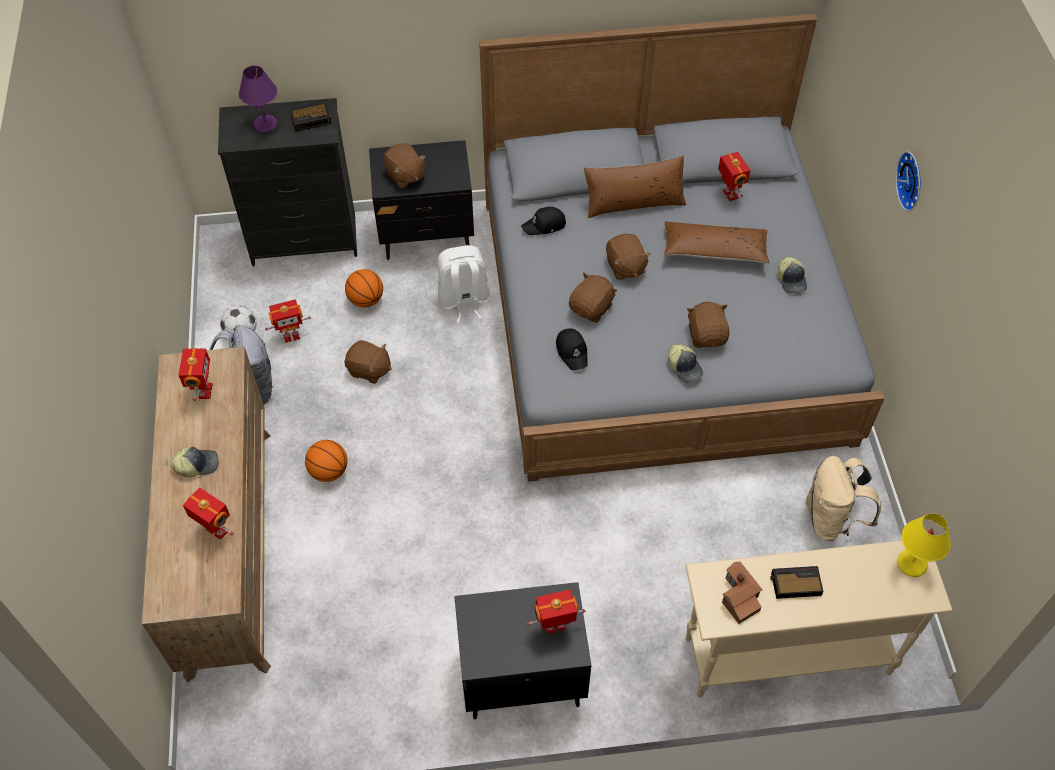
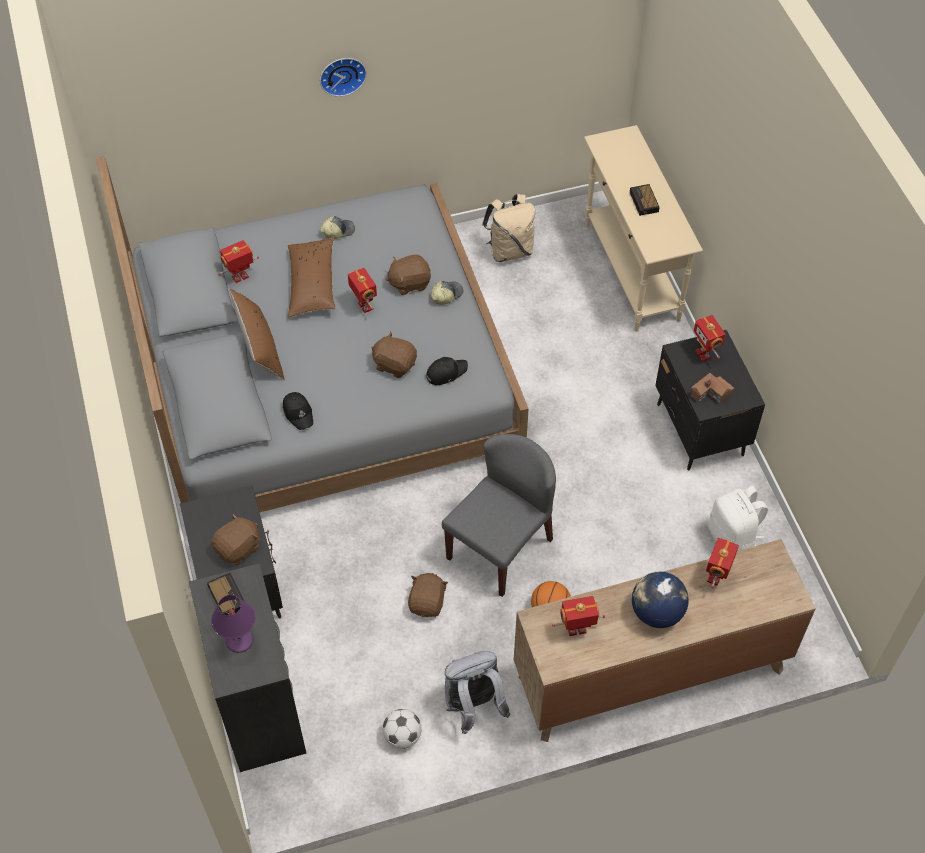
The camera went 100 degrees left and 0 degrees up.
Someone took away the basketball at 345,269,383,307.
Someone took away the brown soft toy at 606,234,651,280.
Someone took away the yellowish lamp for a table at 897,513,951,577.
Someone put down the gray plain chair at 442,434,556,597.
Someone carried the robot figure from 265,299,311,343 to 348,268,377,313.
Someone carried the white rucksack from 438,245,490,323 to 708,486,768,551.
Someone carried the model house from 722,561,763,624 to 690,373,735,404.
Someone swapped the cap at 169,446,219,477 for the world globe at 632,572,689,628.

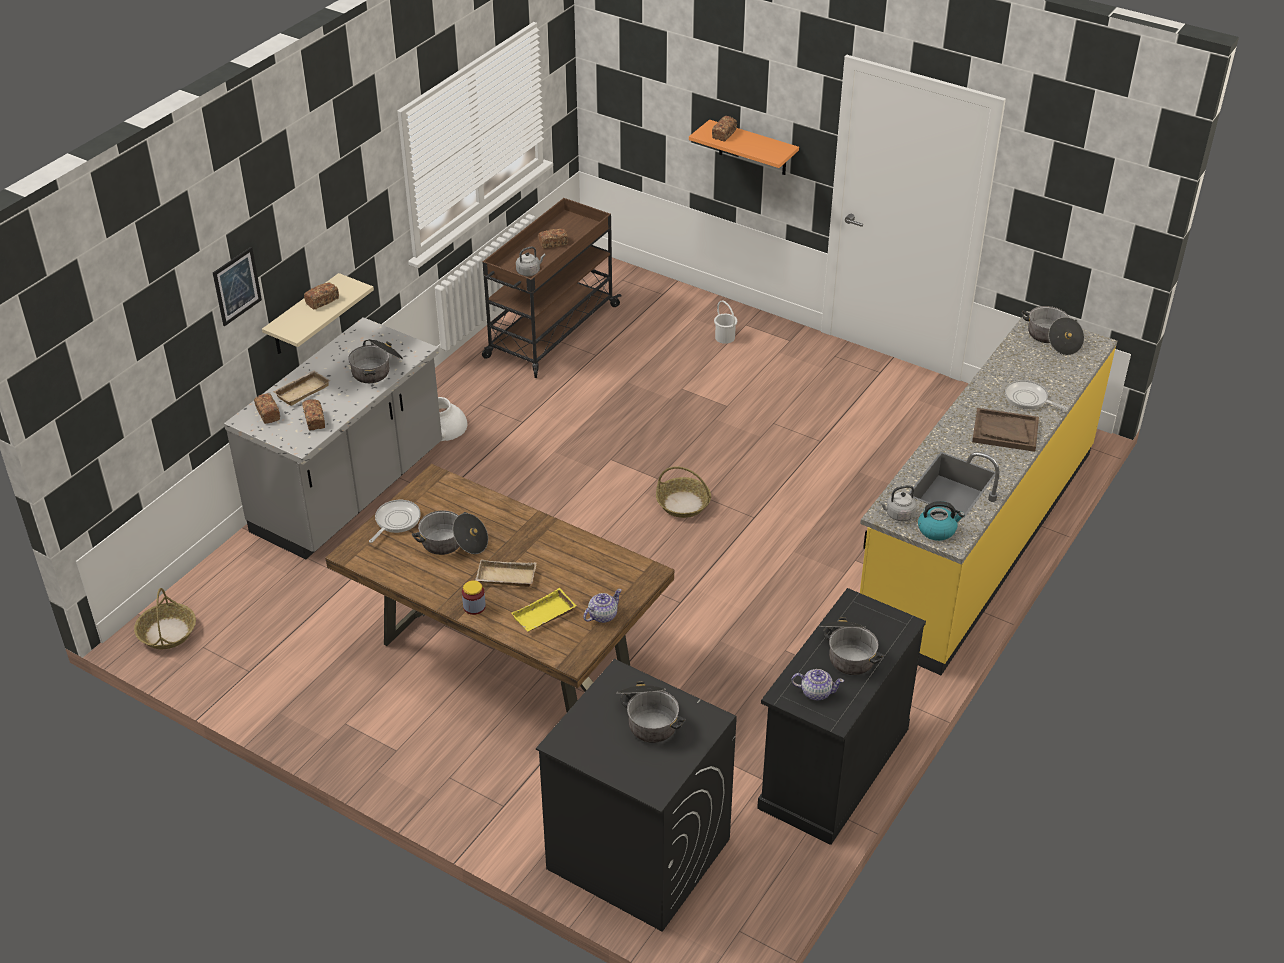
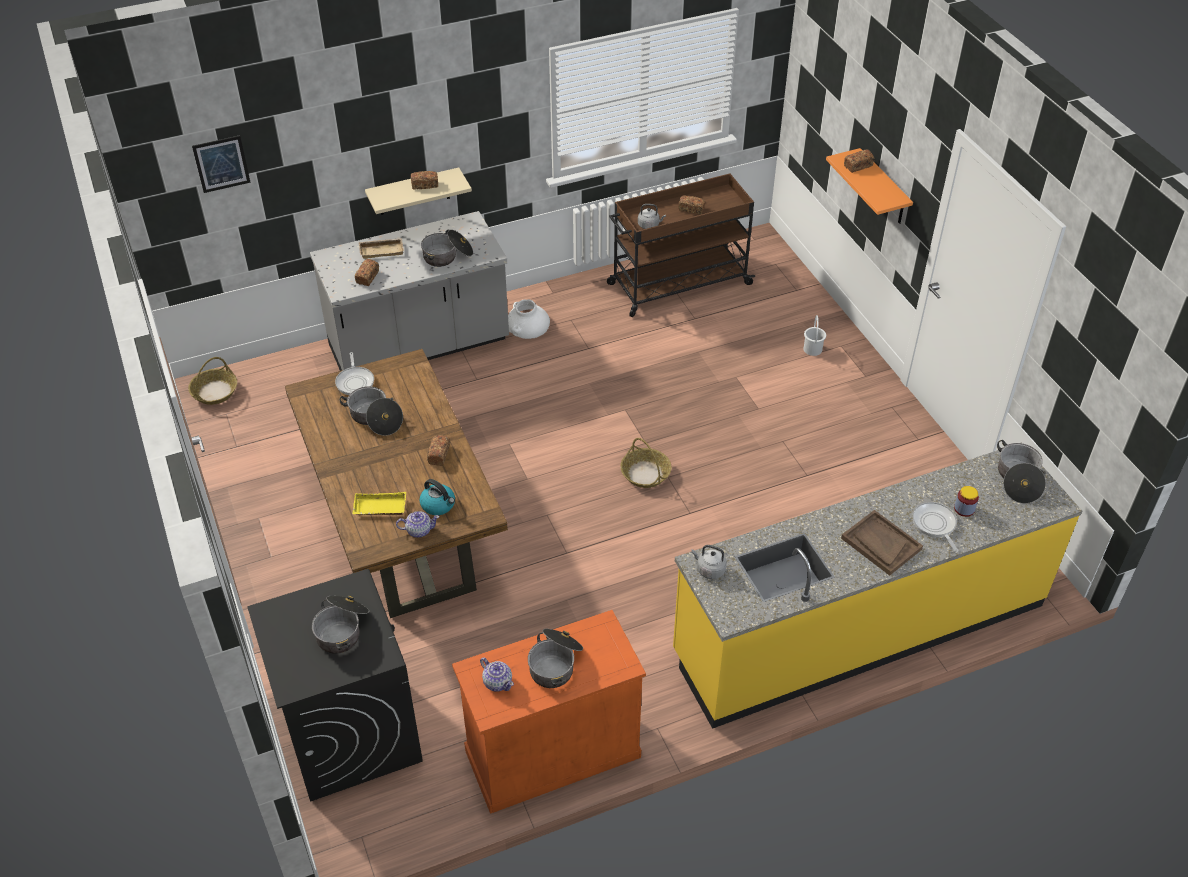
The camera went 35 degrees right and 5 degrees up.
Someone took away the beige-coloured carrying tray at 475,560,537,587.
Someone carried the wall picture from 213,247,262,326 to 192,135,251,193.
Someone carried the bakery bread from 254,393,280,424 to 427,435,450,466.
Someone carried the storage jar from 462,580,486,615 to 954,486,979,517.
Someone carried the tea kettle from 918,501,965,541 to 420,479,455,515.
Someone repainted the black-coloured cupboard at 757,588,926,845, which became the orange-coloured cupboard at 452,610,646,814.
Someone rotated the frying pan at 369,500,421,543 by 105 degrees clockwise.

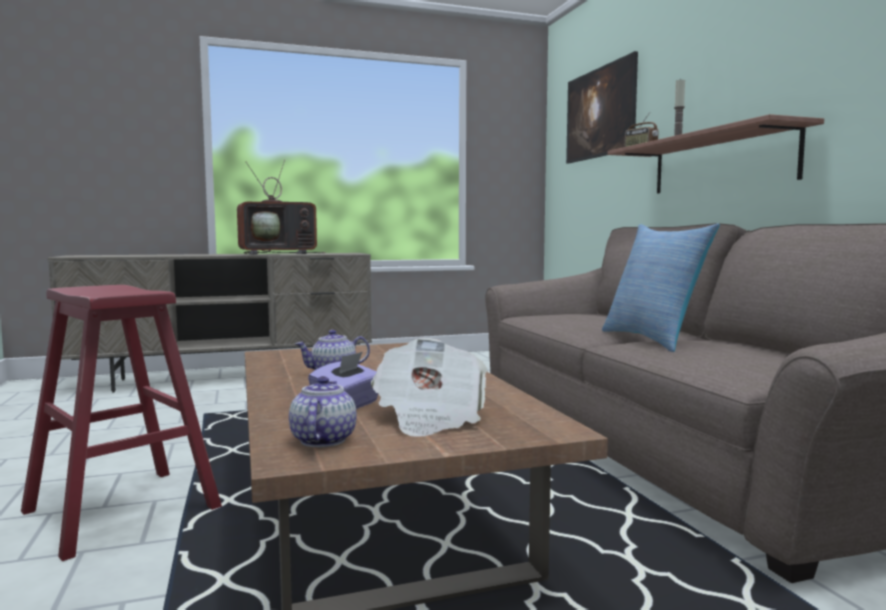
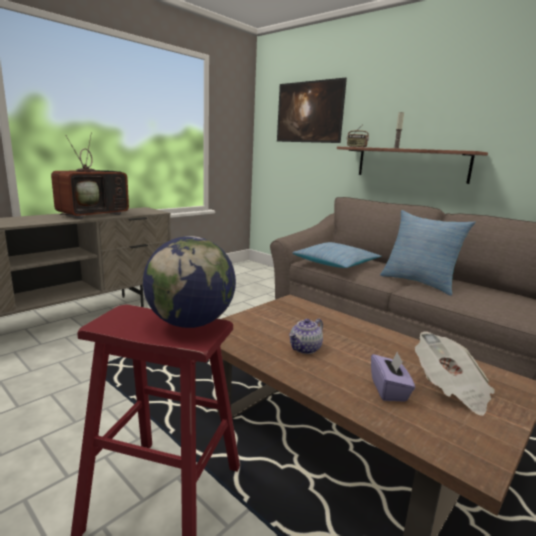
The camera went 30 degrees left and 10 degrees up.
Someone took away the tea pot at 289,376,357,447.
Someone put down the world globe at 143,236,236,328.
Someone put down the throw pillow at 292,242,381,268.

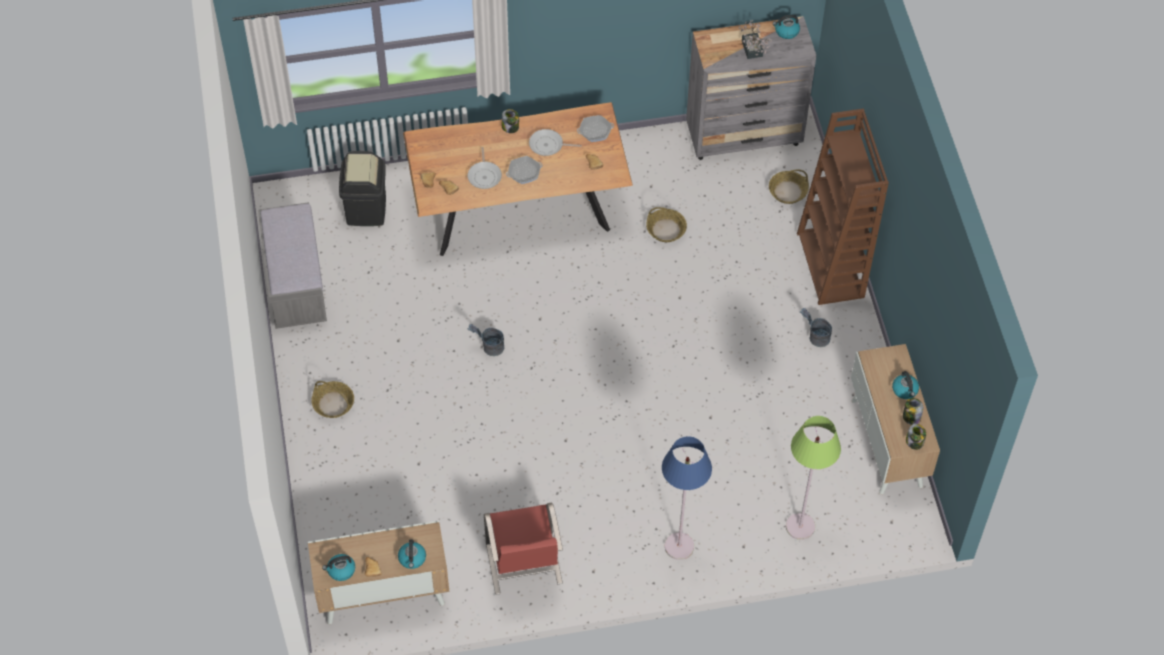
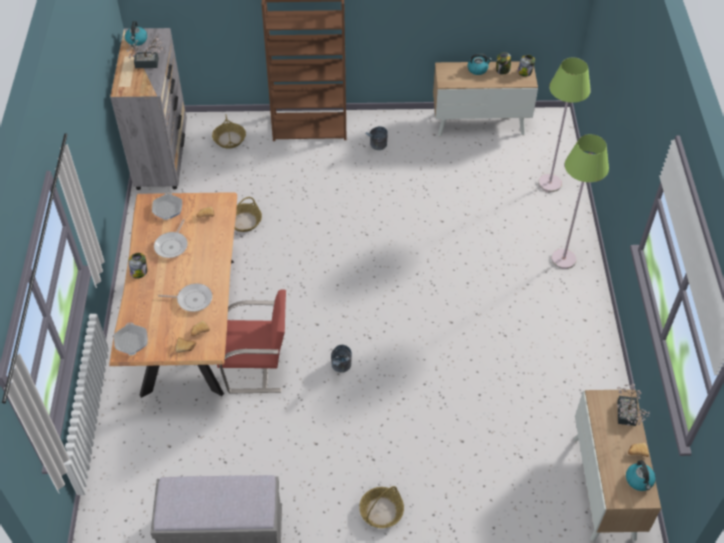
The camera went 80 degrees left and 5 degrees down.
Someone took away the black-coloured rubbish bin at 339,151,386,226.
Someone carried the red-coloured plain chair from 484,503,563,595 to 217,289,286,394.
Someone carried the frying pan from 506,156,543,184 to 114,323,148,356.
Someone swapped the tea kettle at 398,539,426,569 for the plant in a pot at 617,384,650,426.
Someone repainted the blue standing lamp at 662,436,712,560, which became the green standing lamp at 551,134,609,269.

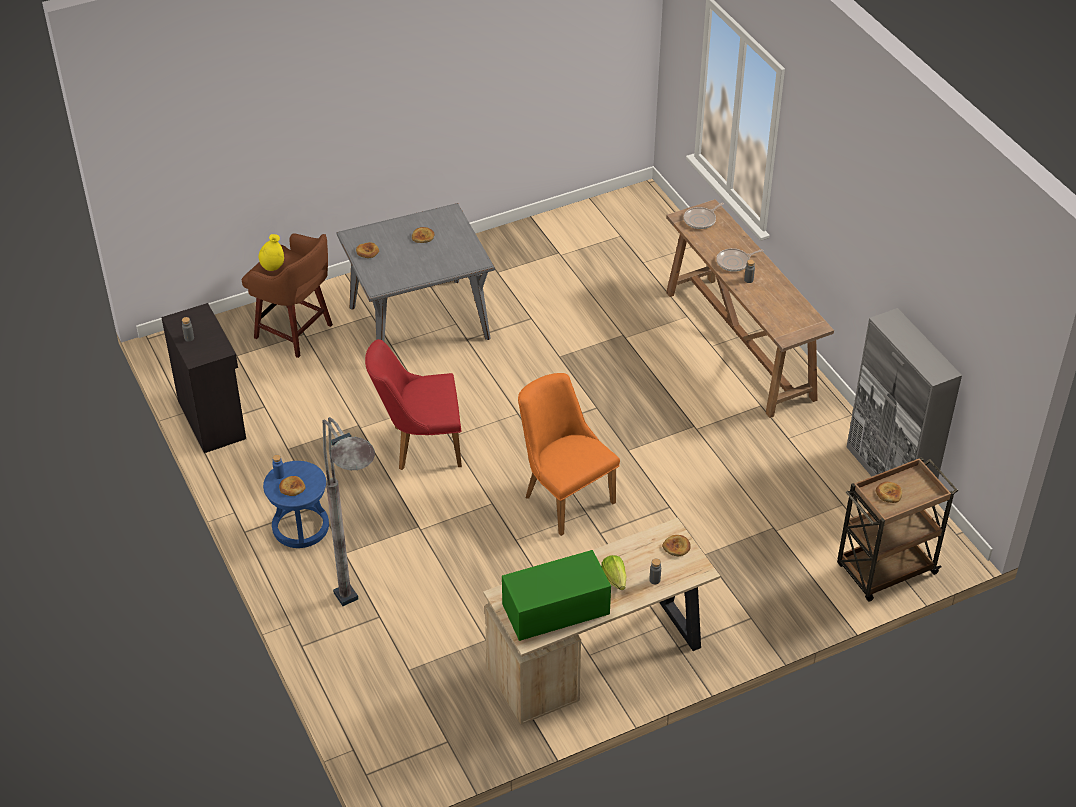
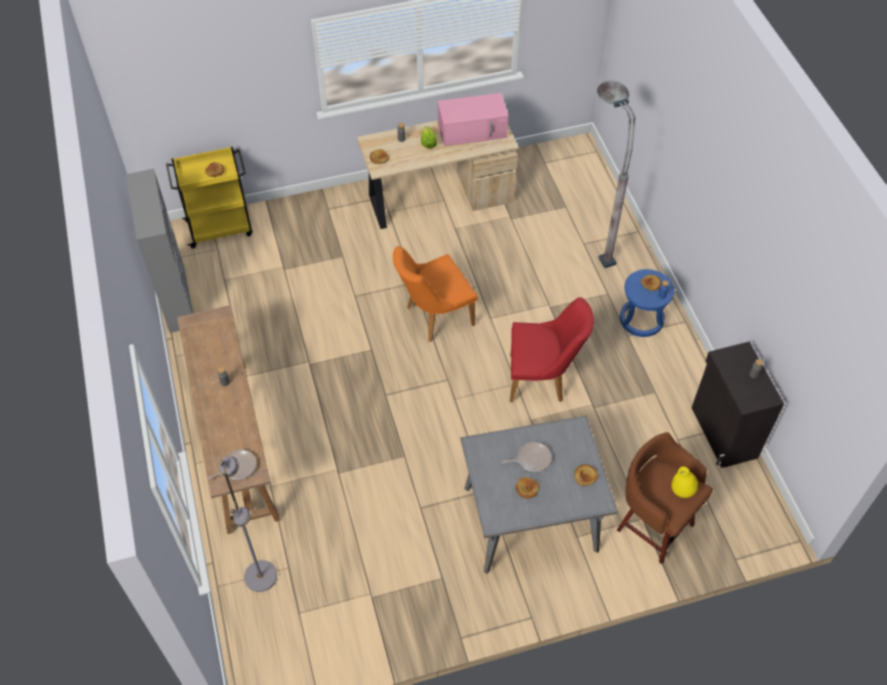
The camera went 170 degrees left and 10 degrees up.
Someone put down the gray standing lamp at 219,456,277,592.
Someone carried the frying pan from 716,248,764,272 to 502,442,551,472.
Someone repainted the green microwave at 502,550,611,641, which became the pink-coloured microwave at 438,93,509,146.
Someone repainted the brown cart at 837,457,958,602, which became the yellowish cart at 166,146,253,248.
Someone rotated the orange-coloured plain chair at 518,373,620,536 by 90 degrees clockwise.

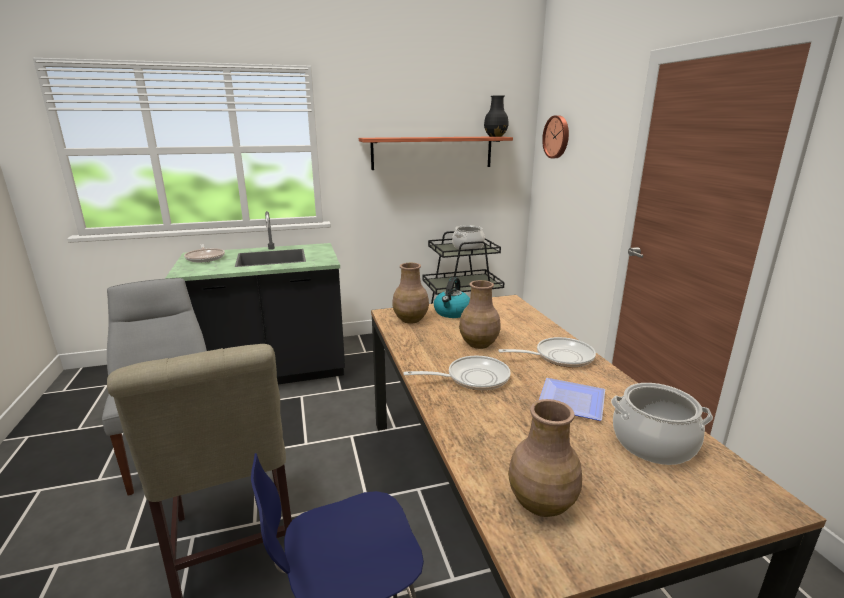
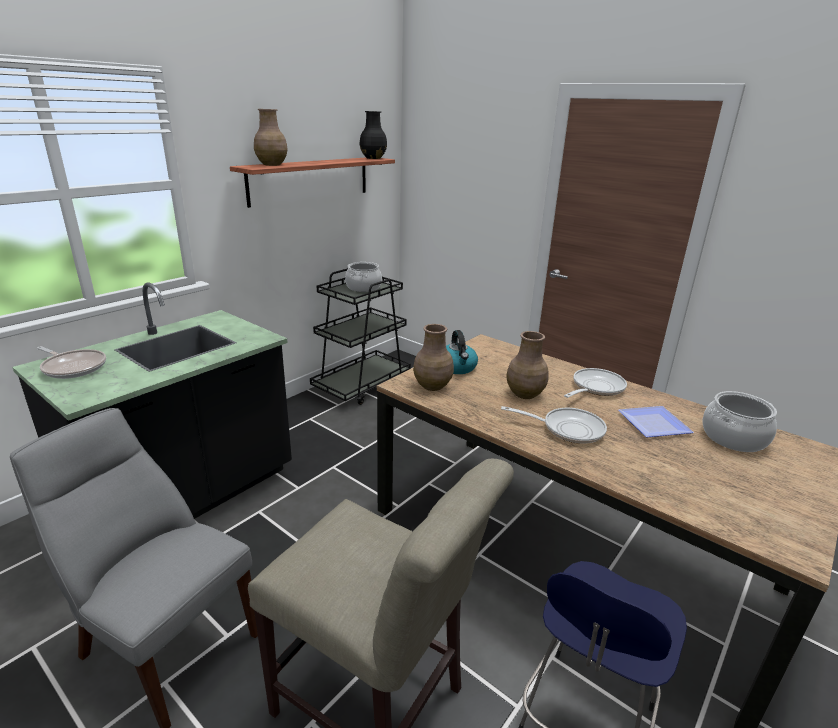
The camera went 35 degrees left and 5 degrees up.
Someone took away the clock on the wall at 542,115,569,158.
Someone carried the brown flower vase from 508,399,582,517 to 254,109,288,166.
Someone rotated the frying pan at 403,356,511,391 by 60 degrees clockwise.

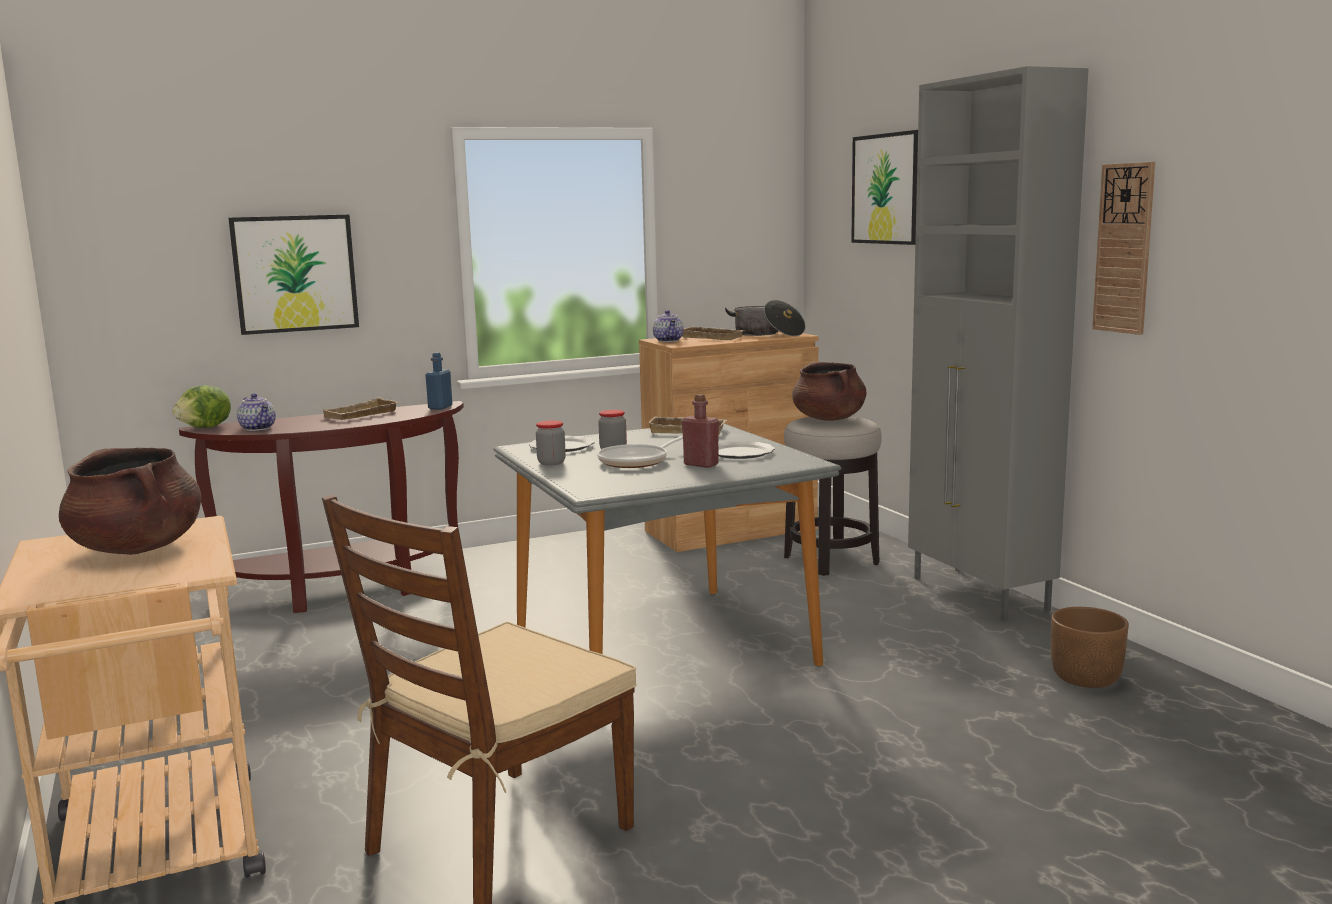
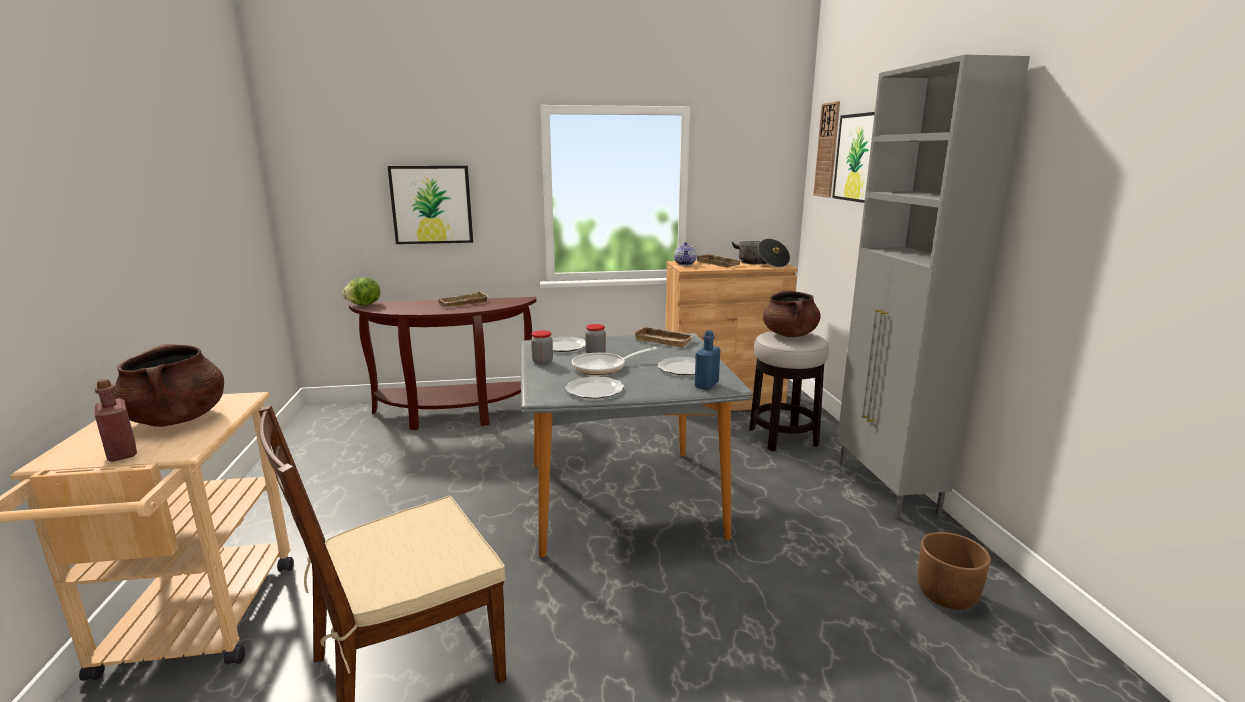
The camera went 15 degrees right and 5 degrees up.
Someone took away the tea pot at 237,393,276,431.
Someone put down the dinner plate at 565,376,624,399.
Someone carried the blue bottle from 425,352,452,410 to 695,330,721,390.
Someone carried the red-coloured bottle from 682,394,719,468 to 95,379,137,462.
Someone carried the clock on the wall from 1092,162,1155,335 to 813,101,840,198.

